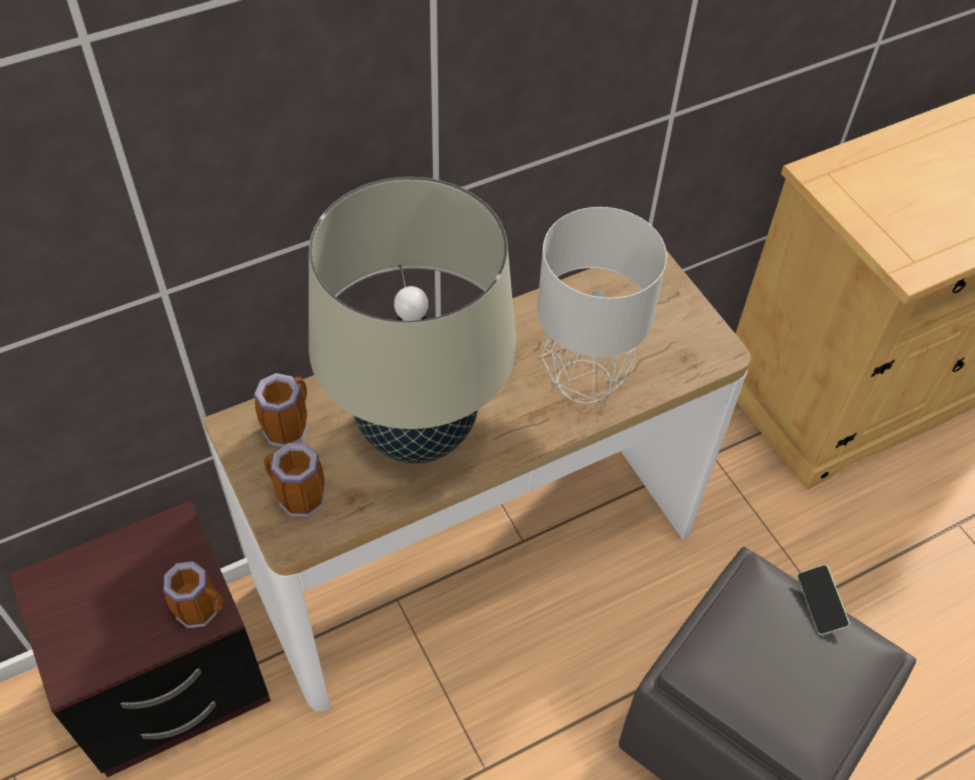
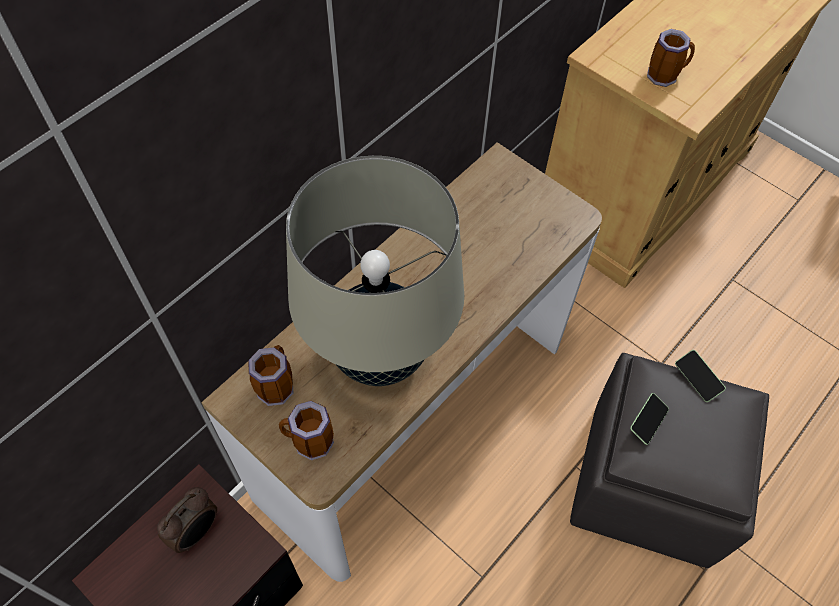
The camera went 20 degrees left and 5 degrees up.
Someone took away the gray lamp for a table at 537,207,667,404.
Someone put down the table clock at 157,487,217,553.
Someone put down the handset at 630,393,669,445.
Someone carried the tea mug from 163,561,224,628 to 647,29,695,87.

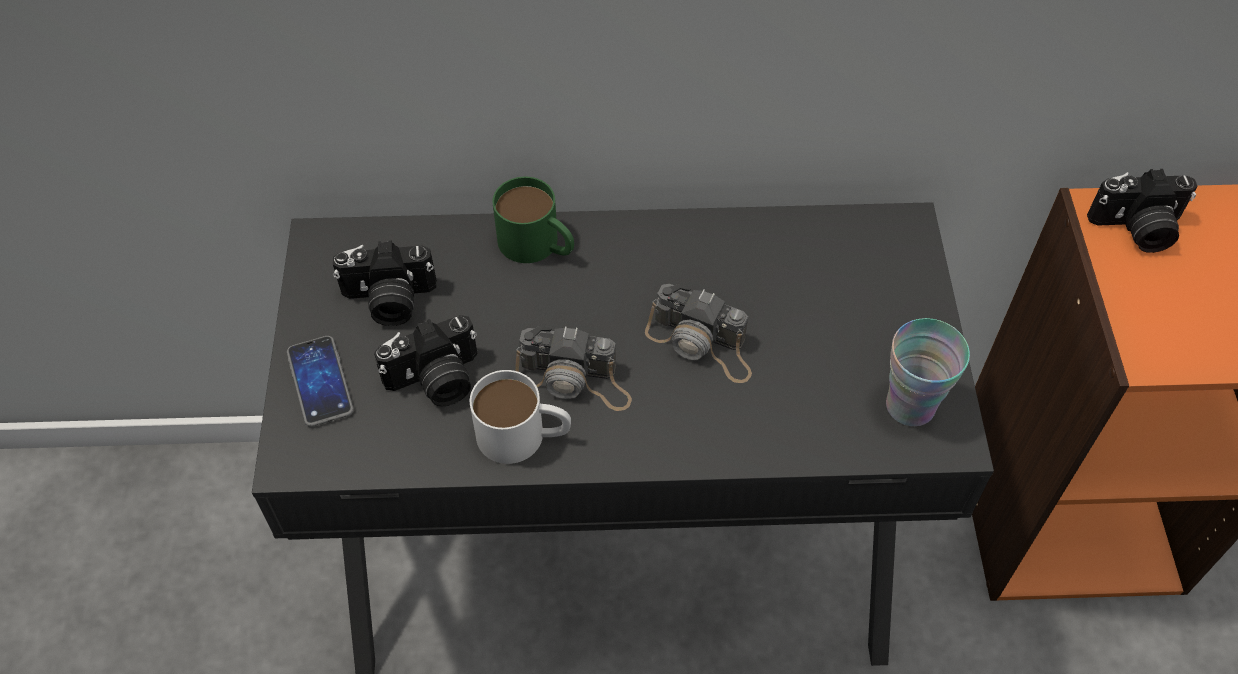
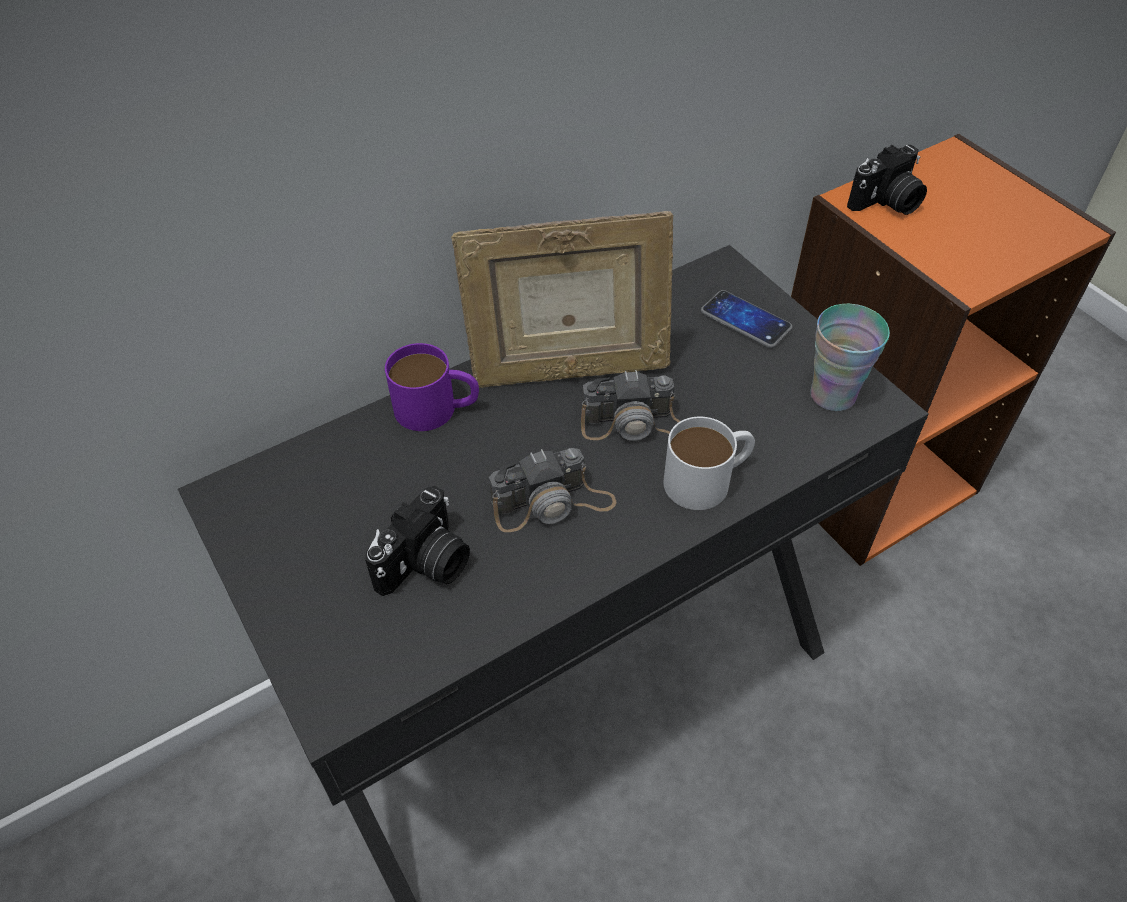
The camera went 30 degrees left and 5 degrees down.
Someone took away the photo camera at 333,240,437,326.
Someone put down the photo frame at 451,211,673,388.
Someone carried the handset from 287,336,354,427 to 701,290,792,348.
Someone carried the white tea mug from 470,370,571,464 to 663,416,755,510.
Someone repainted the green tea mug at 493,177,574,263, which became the purple-coloured tea mug at 385,343,479,431.

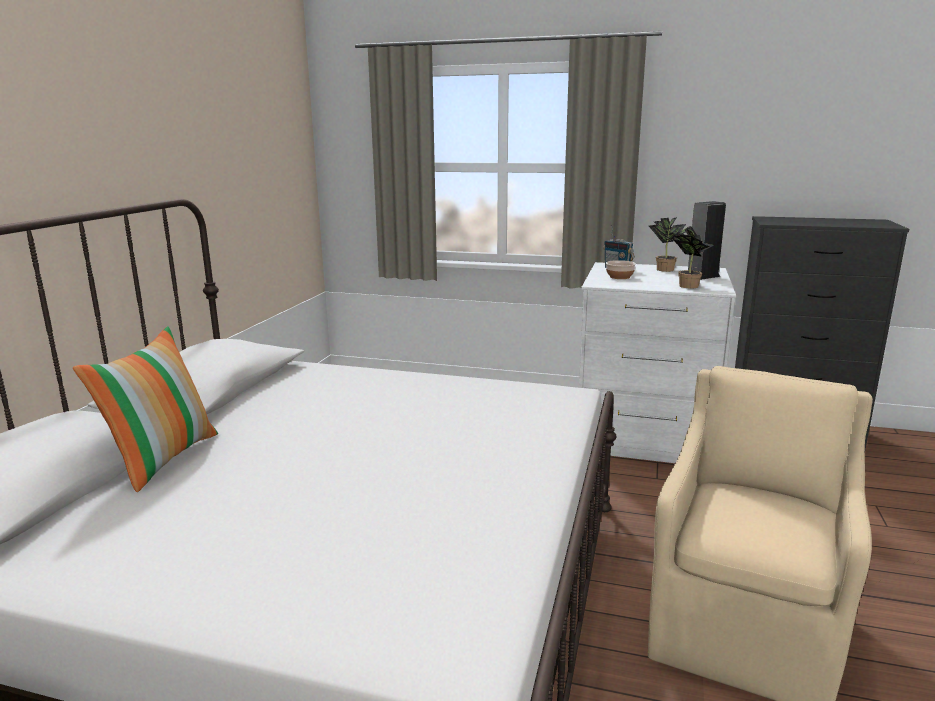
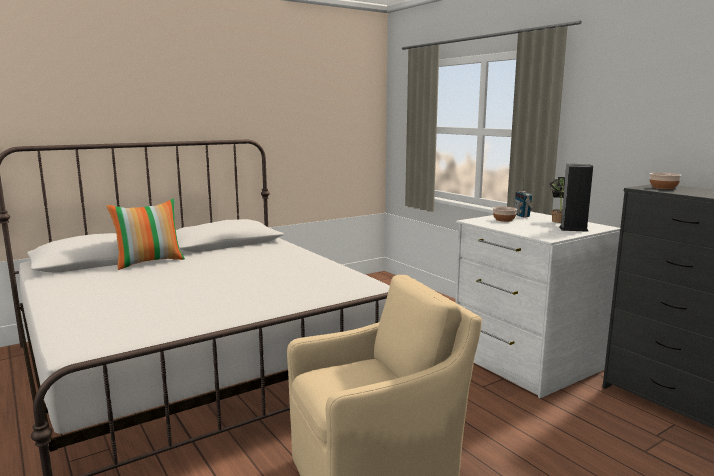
The camera went 40 degrees right and 5 degrees down.
Someone took away the plant in a pot at 672,227,714,288.
Someone put down the deep dish at 650,172,681,189.

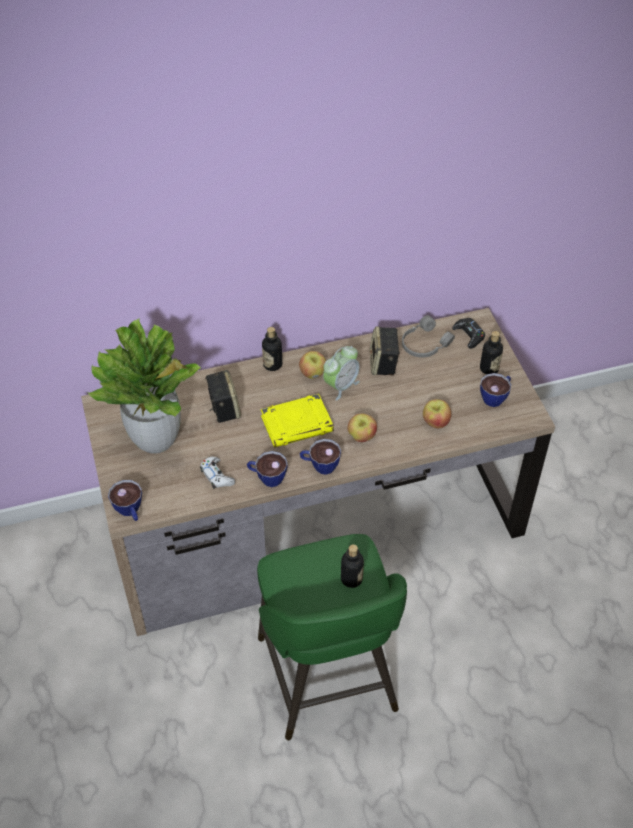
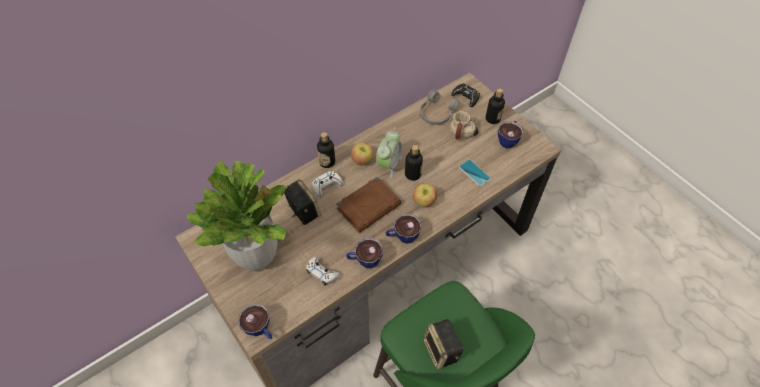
The camera went 20 degrees left and 5 degrees up.
Someone put down the white joypad at 312,171,343,198.
Someone put down the tea mug at 450,111,478,140.
Someone carried the bottle from 341,544,364,588 to 405,145,423,181.
Someone carried the speaker from 370,326,400,375 to 423,319,464,370.
Someone swapped the whole apple at 423,399,451,428 for the handset at 459,159,491,187.
Someone repainted the yellowish bound book at 261,394,334,448, which became the brown bound book at 336,177,401,233.

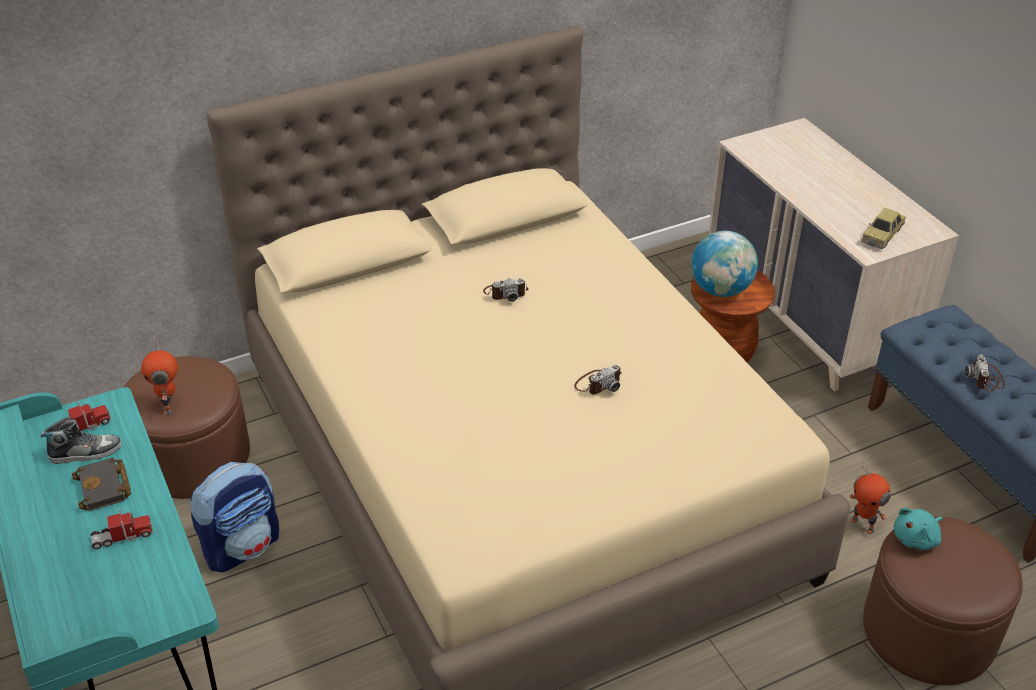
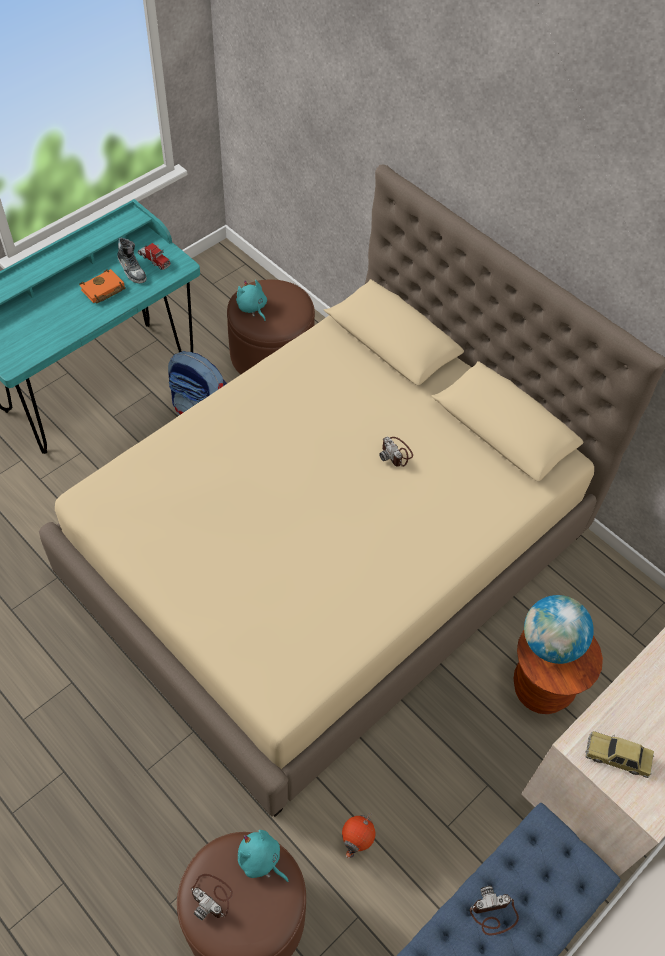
The camera went 70 degrees right and 15 degrees up.
Someone took away the toy truck at 91,509,153,549.
Someone carried the photo camera from 574,364,622,395 to 191,874,233,921.
Someone swapped the robot figure at 141,338,178,415 for the blue-green soft toy at 236,280,267,321.
Someone repainted the black-coloured bound book at 72,458,131,511, which became the orange-coloured bound book at 79,269,126,304.

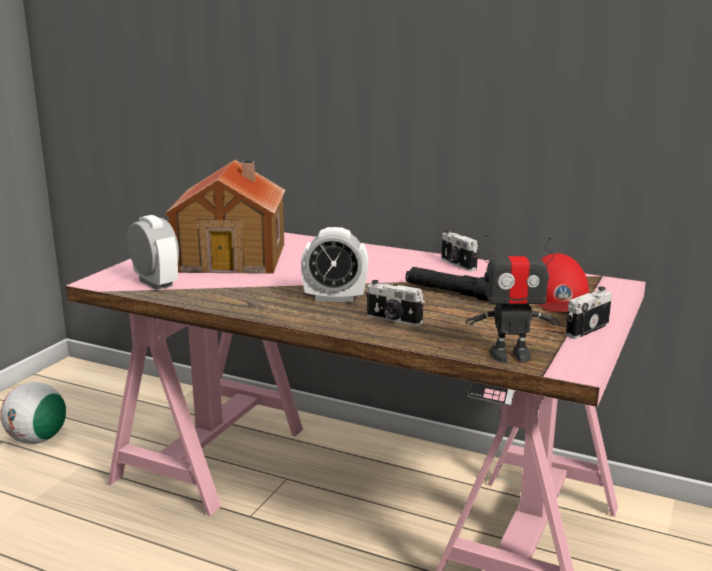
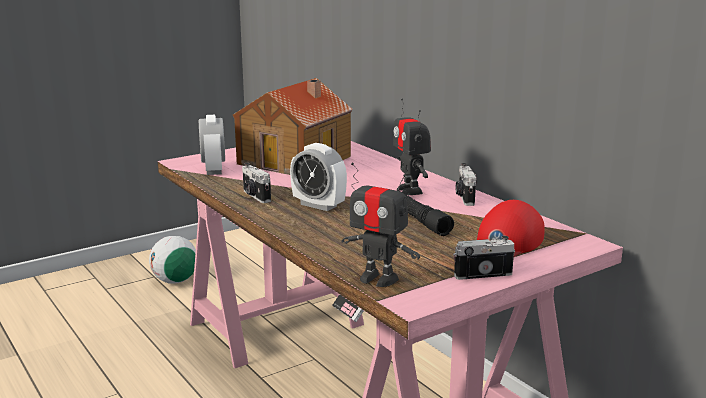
The camera went 30 degrees right and 0 degrees up.
Someone put down the robot figure at 393,98,431,195.
Someone carried the photo camera from 366,280,425,326 to 242,163,271,203.

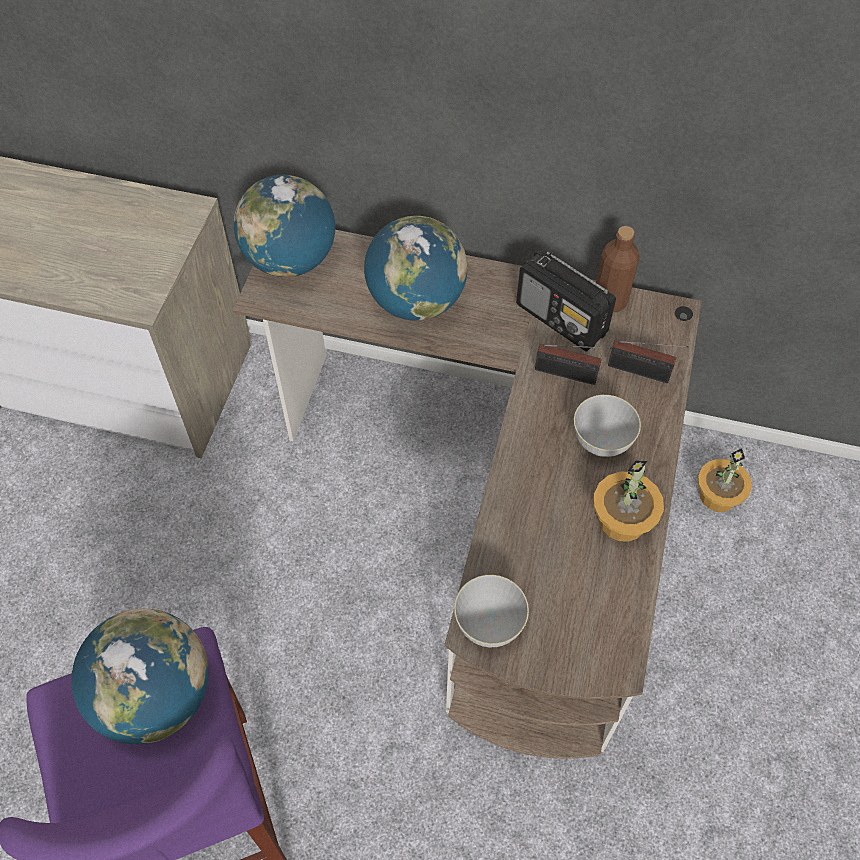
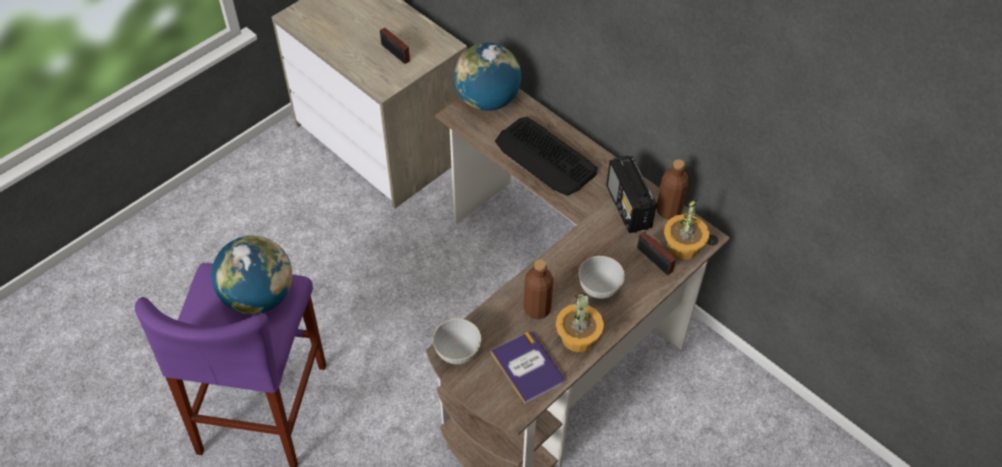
The camera went 30 degrees right and 5 degrees down.
Someone put down the bound book at 491,332,564,404.
Someone put down the brown bottle at 524,260,554,319.
Someone carried the radio from 535,344,612,385 to 380,28,410,64.
Someone carried the plant in a pot from 698,448,752,512 to 664,199,709,260.
Someone swapped the world globe at 364,216,468,321 for the keyboard at 495,117,598,196.

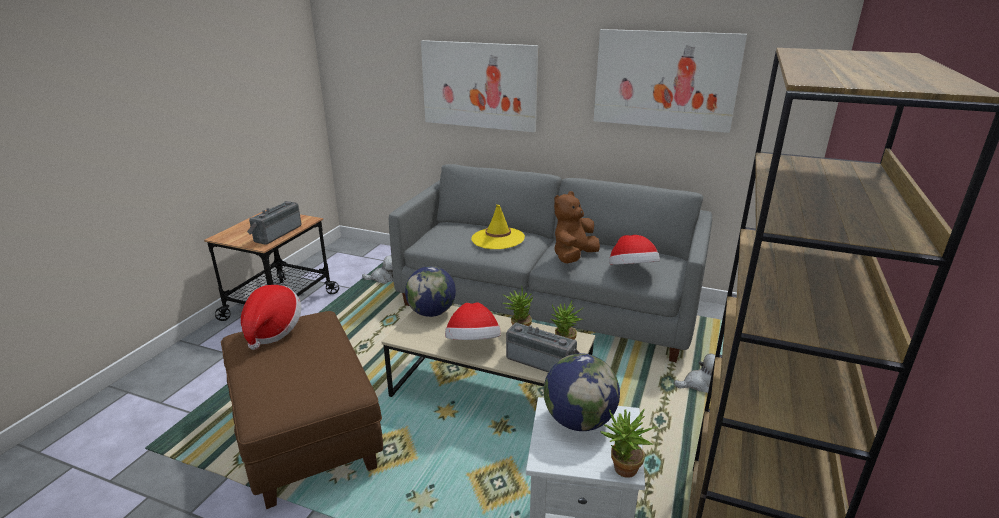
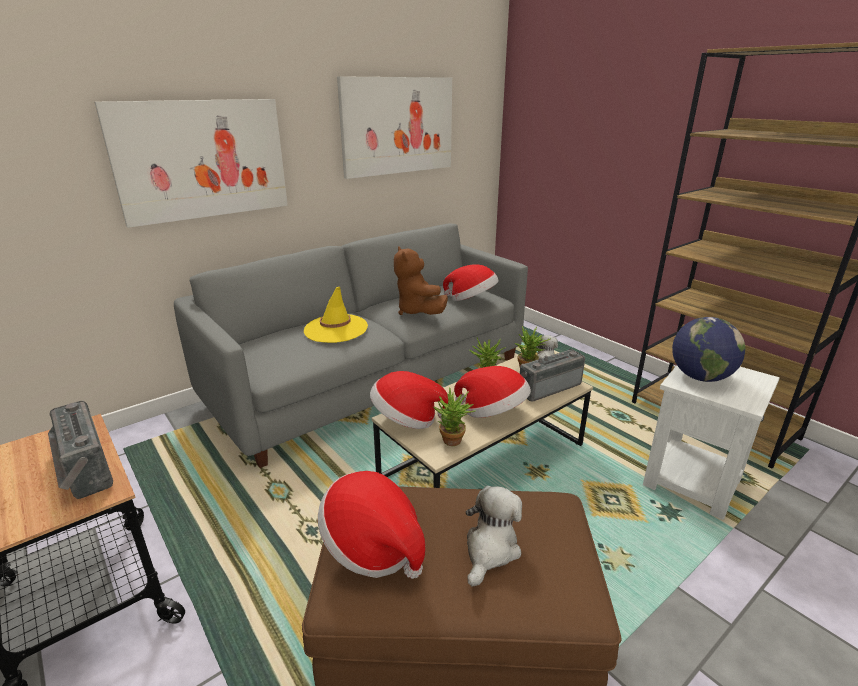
The camera went 60 degrees left and 0 degrees up.
Someone carried the soft toy from 362,256,393,284 to 466,486,522,587.
Someone carried the plant in a pot from 600,409,658,478 to 434,387,475,446.
Someone swapped the world globe at 405,266,456,317 for the hat at 370,371,448,429.

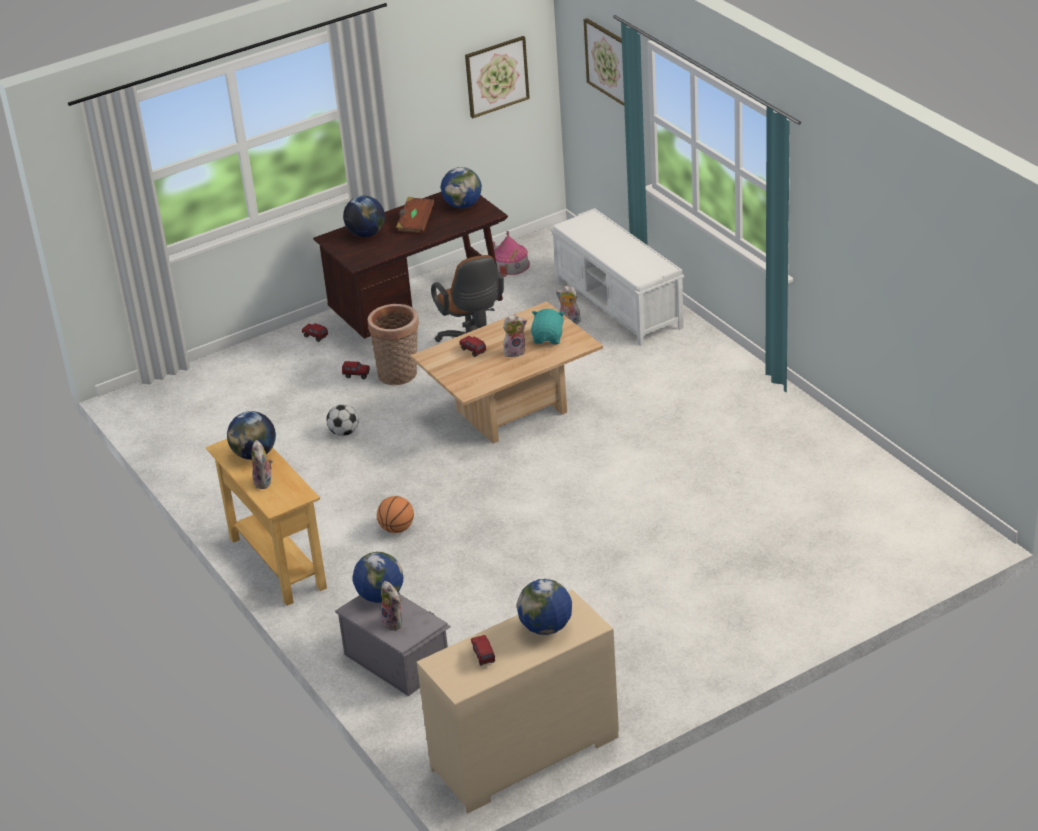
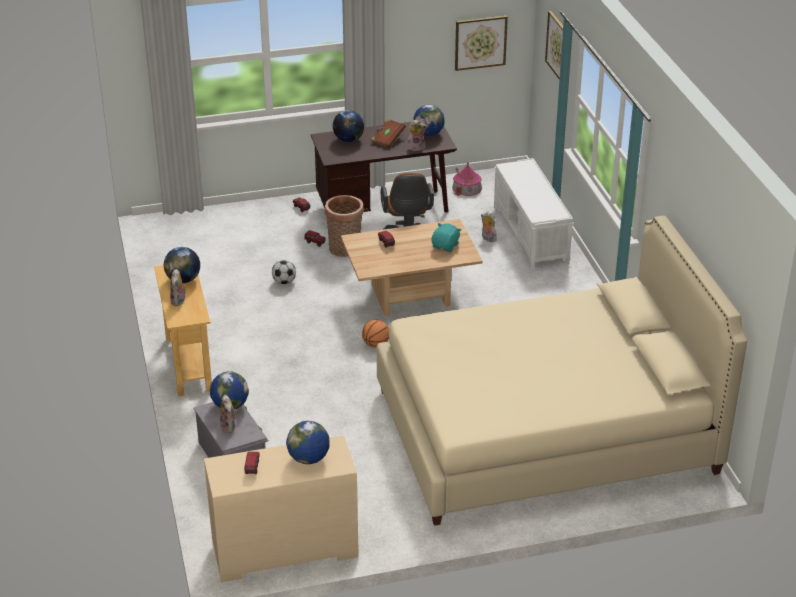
The camera went 15 degrees right and 0 degrees up.
Someone put down the beige-coloured bed at 377,216,747,526.
Someone carried the basketball from 377,496,414,533 to 362,320,389,347.
Someone carried the soft toy from 503,314,527,357 to 408,120,427,151.

